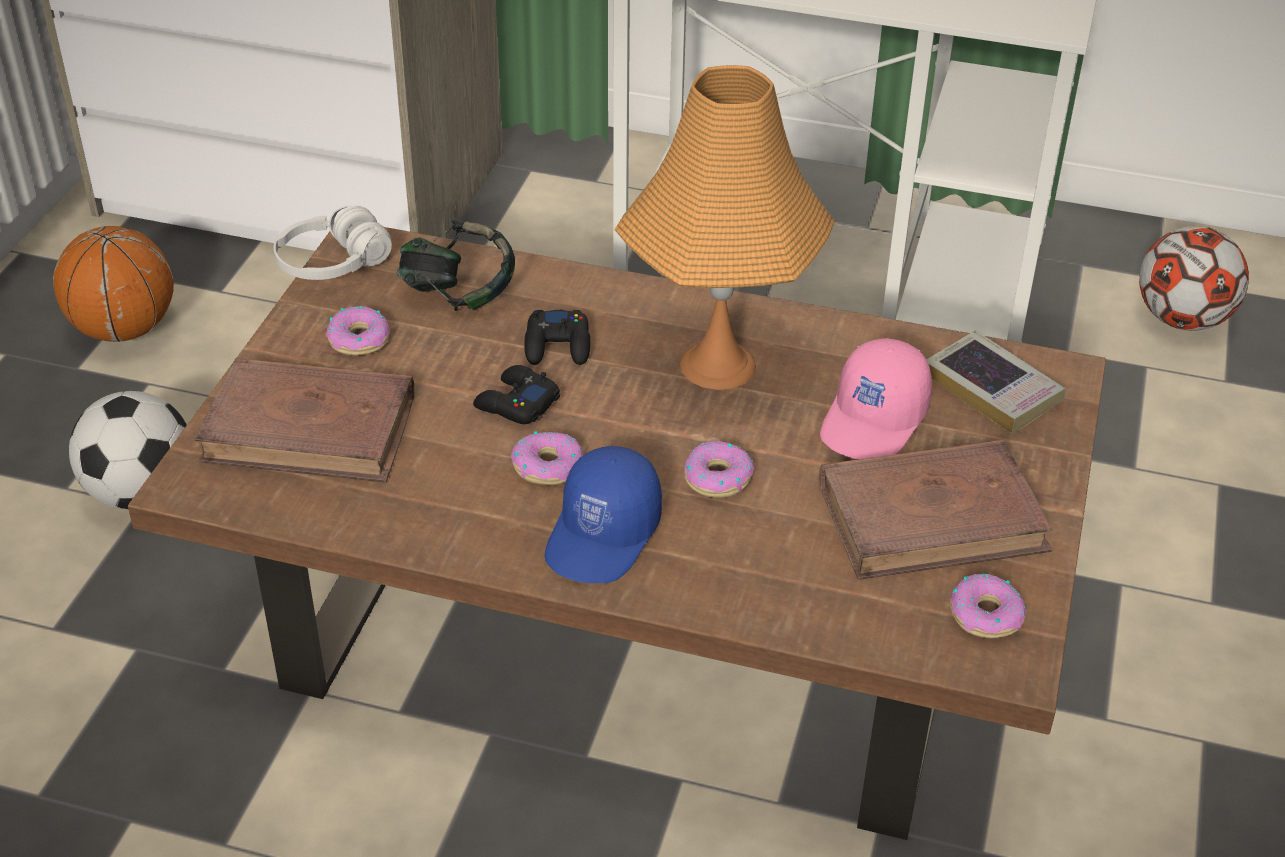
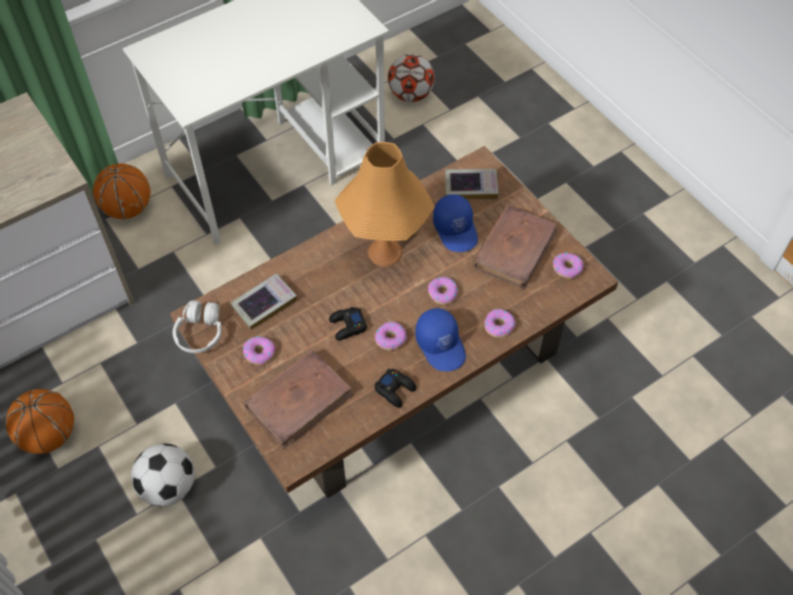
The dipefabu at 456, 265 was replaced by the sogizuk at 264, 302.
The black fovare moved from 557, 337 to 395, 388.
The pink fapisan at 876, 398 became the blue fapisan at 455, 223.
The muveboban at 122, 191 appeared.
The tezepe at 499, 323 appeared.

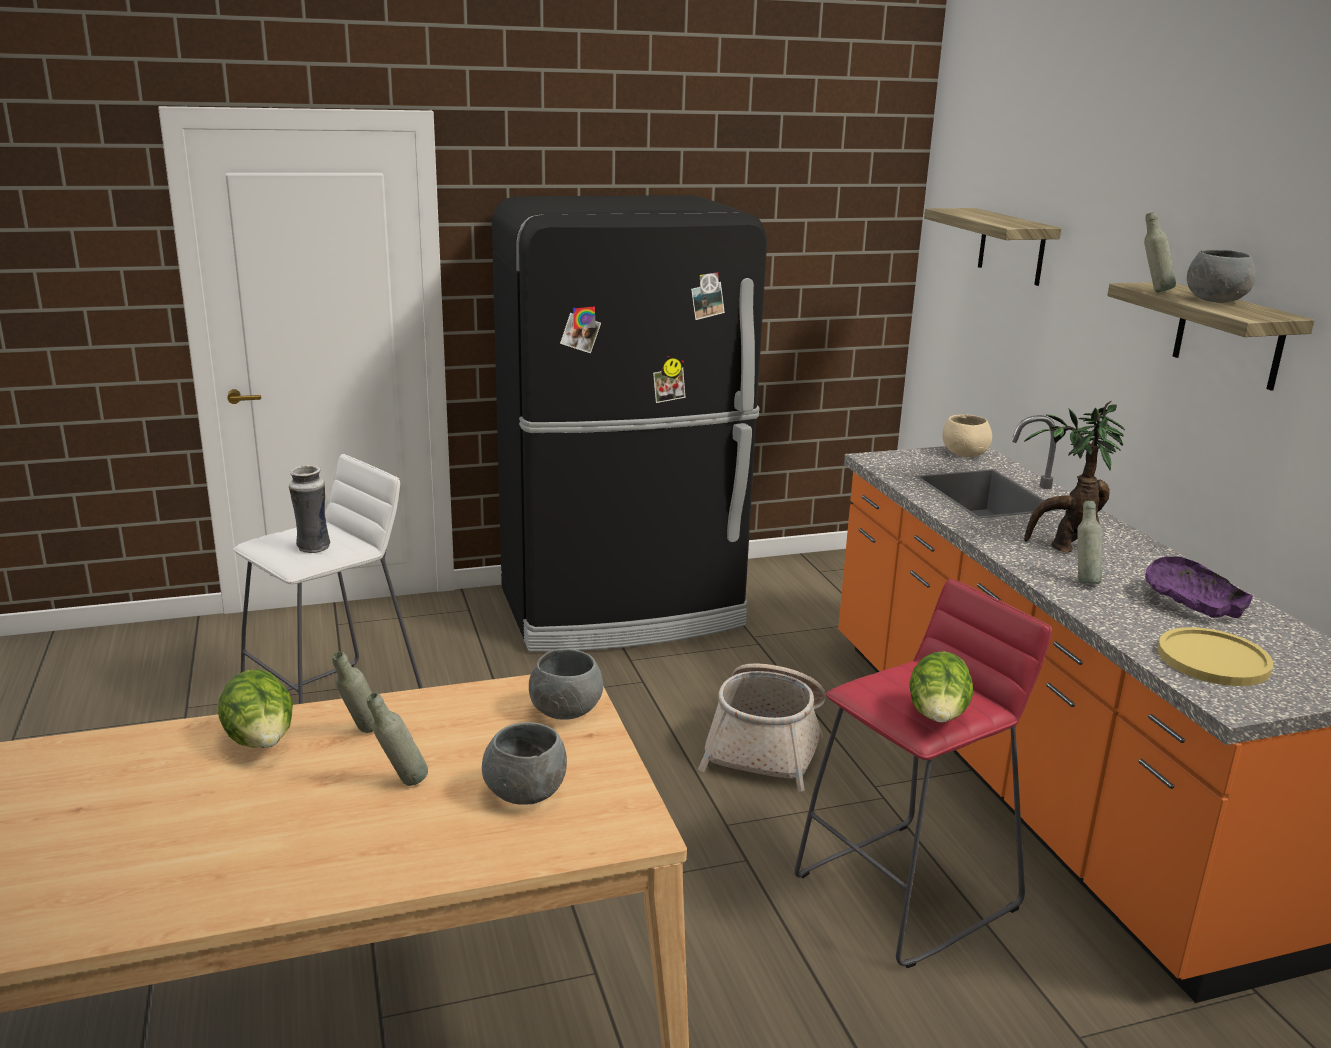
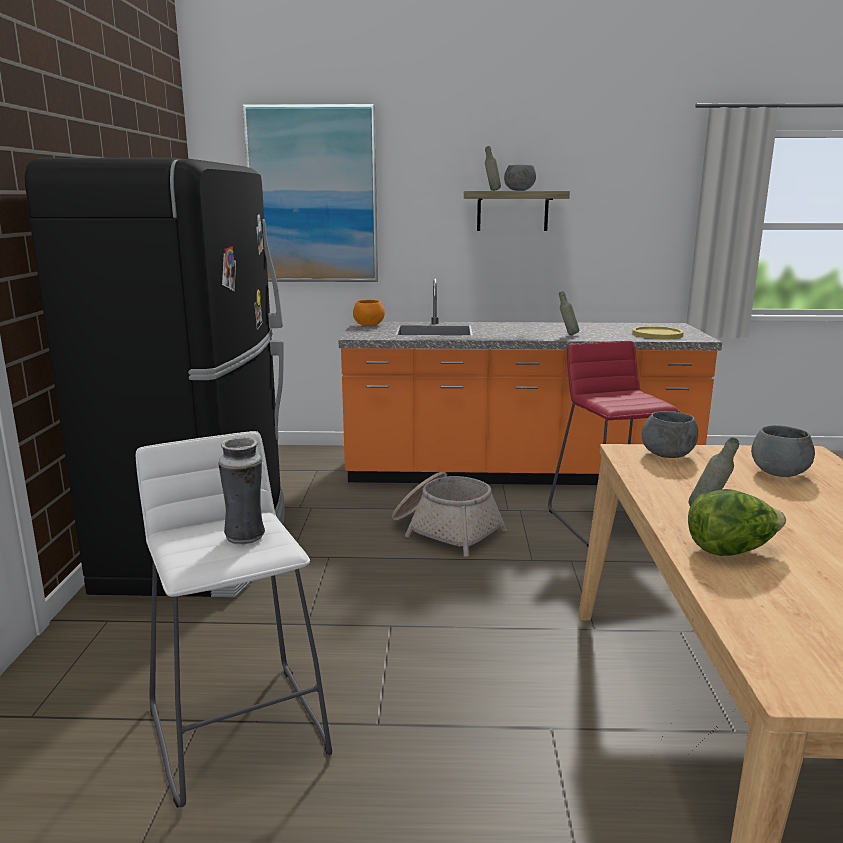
The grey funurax at 397, 739 disappeared.
The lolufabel at 941, 687 disappeared.
The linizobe at 992, 247 was replaced by the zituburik at 310, 193.
The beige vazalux at 967, 435 became the orange vazalux at 369, 313.
The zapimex at 1074, 476 disappeared.
The purple vazalux at 1199, 587 disappeared.

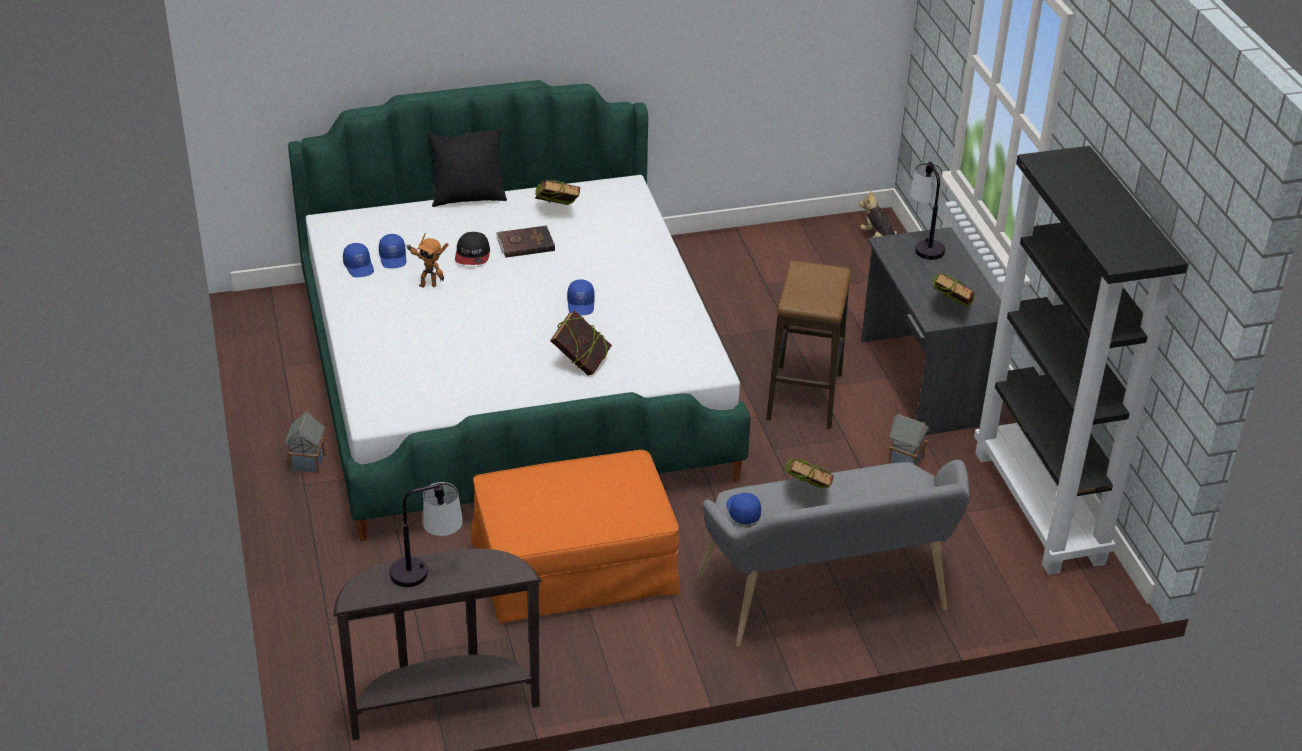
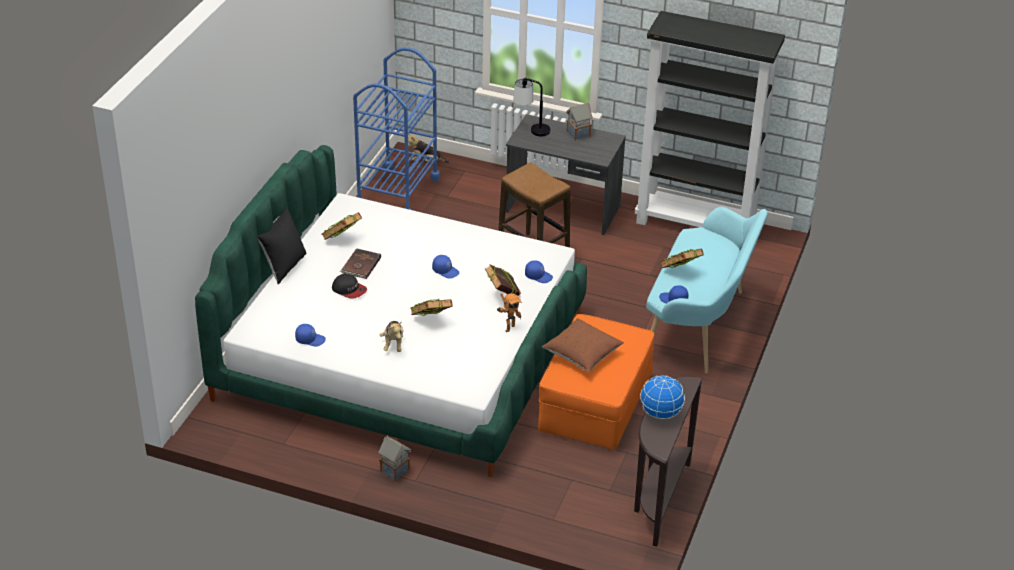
The blue fapisan moved from 392, 251 to 539, 271.
The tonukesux at 426, 534 was replaced by the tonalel at 662, 397.
The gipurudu moved from 427, 260 to 509, 311.
The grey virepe at 833, 553 became the turquoise virepe at 707, 290.
The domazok moved from 909, 439 to 579, 121.
The sogizuk moved from 954, 290 to 431, 307.
The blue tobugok at 396, 128 appeared.
The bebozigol at 391, 336 appeared.
The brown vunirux at 583, 345 appeared.

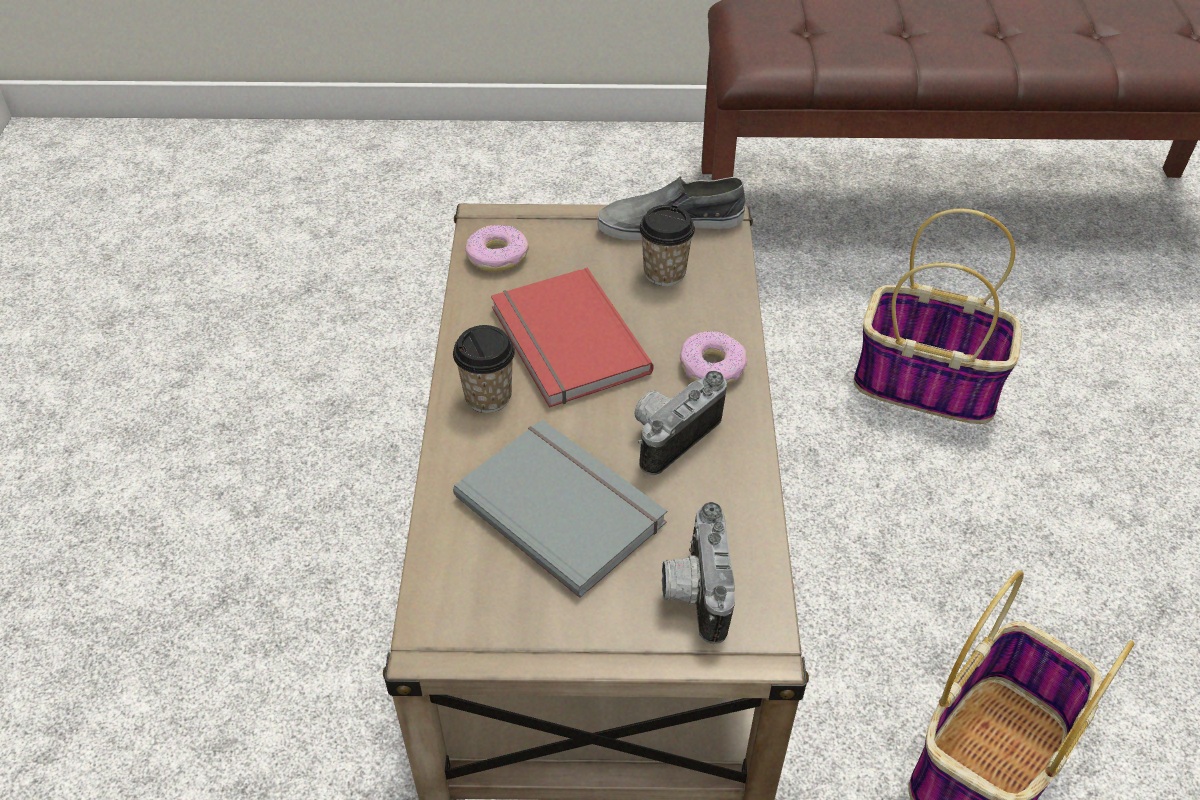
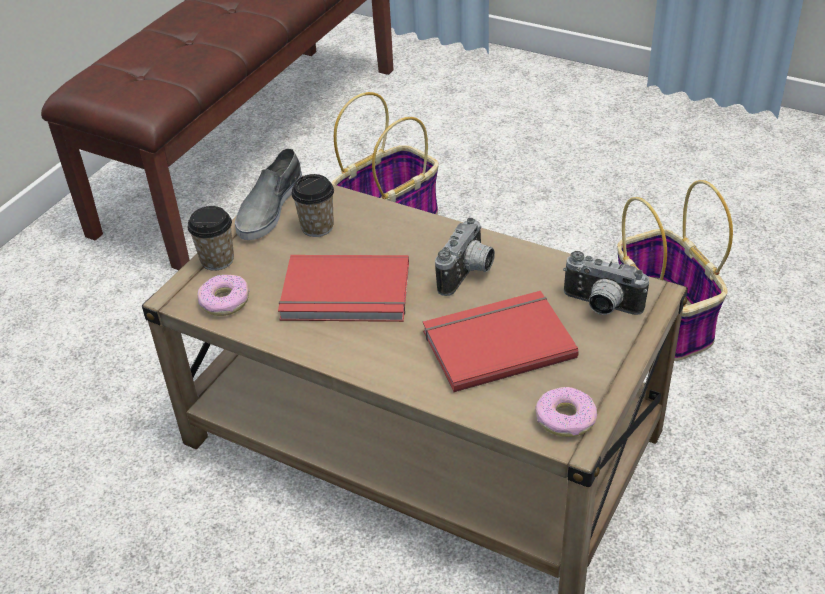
The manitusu moved from 484, 369 to 211, 238.
The grey sogizuk at 560, 509 became the red sogizuk at 501, 341.
The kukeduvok at 680, 423 turned 135 degrees counterclockwise.
The tezepe moved from 713, 358 to 566, 412.

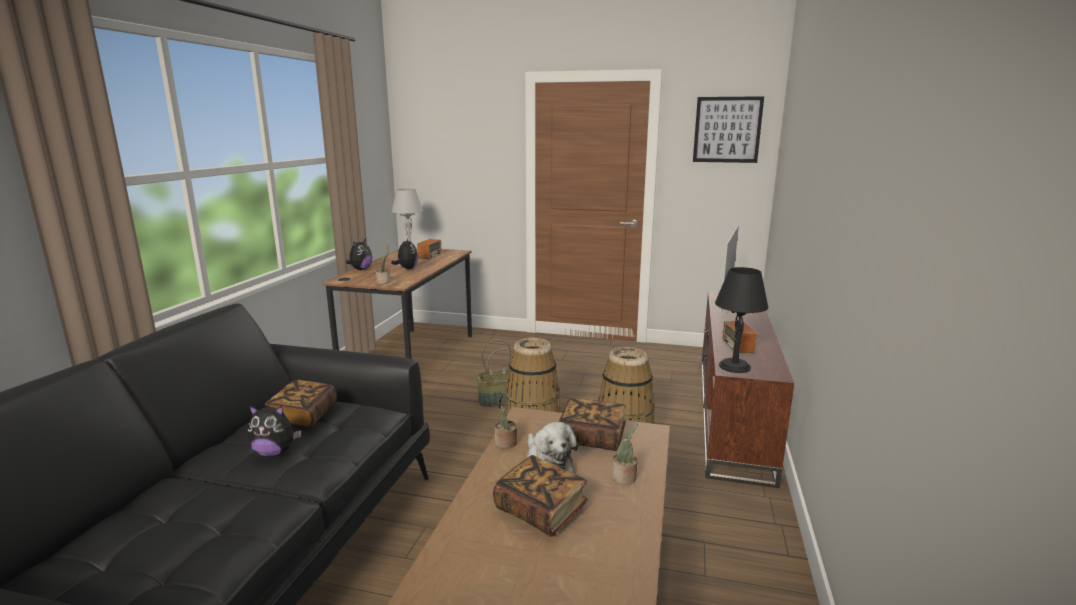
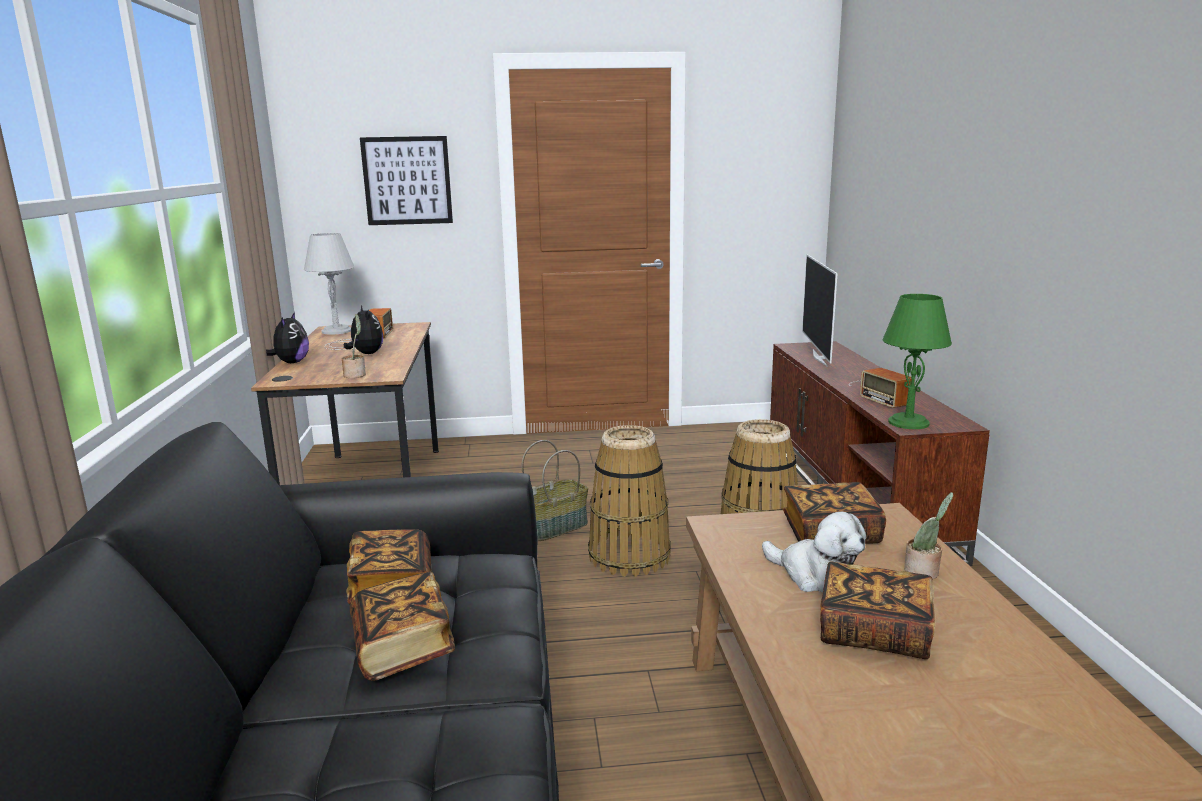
The bebozigol at 274, 431 was replaced by the sogizuk at 402, 626.
The zapimex at 506, 421 disappeared.
The zituburik moved from 728, 129 to 406, 180.
The black tonukesux at 741, 320 became the green tonukesux at 917, 361.

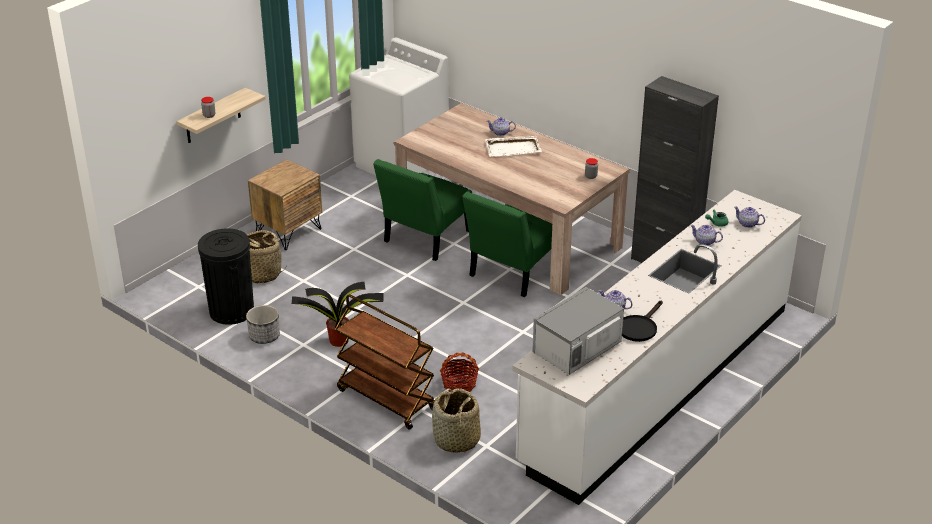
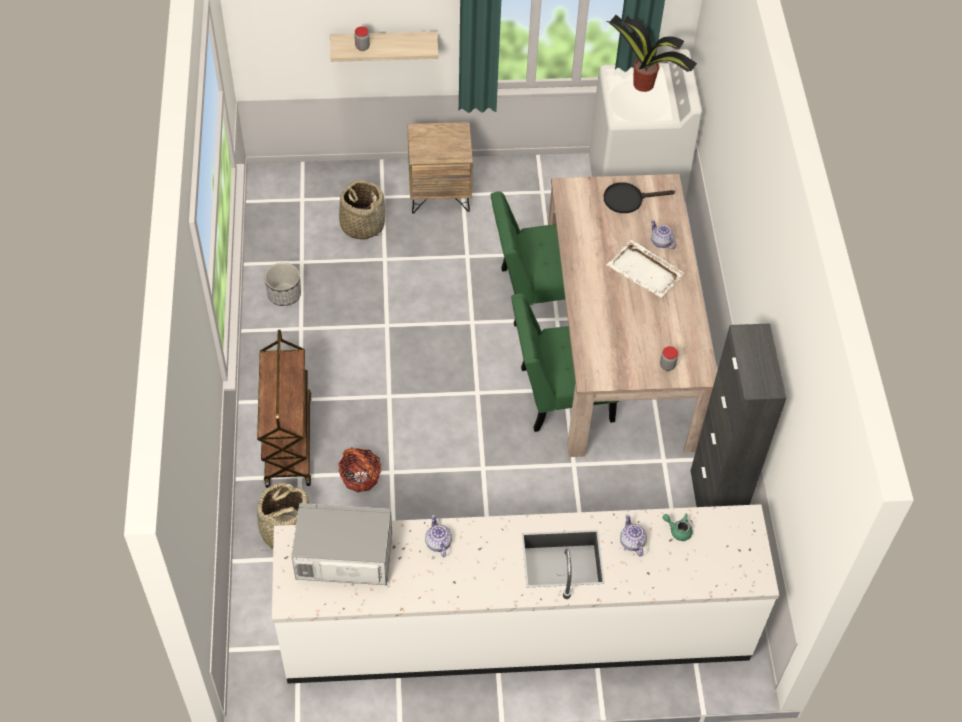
The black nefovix at 226, 276 disappeared.
The zapimex moved from 337, 314 to 652, 53.
The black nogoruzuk moved from 642, 321 to 639, 197.
The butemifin at 749, 217 disappeared.

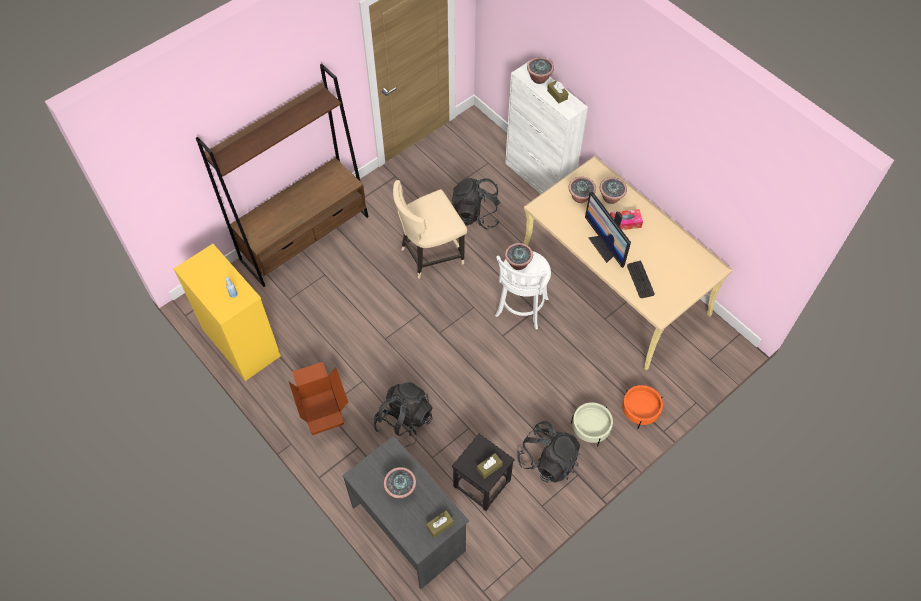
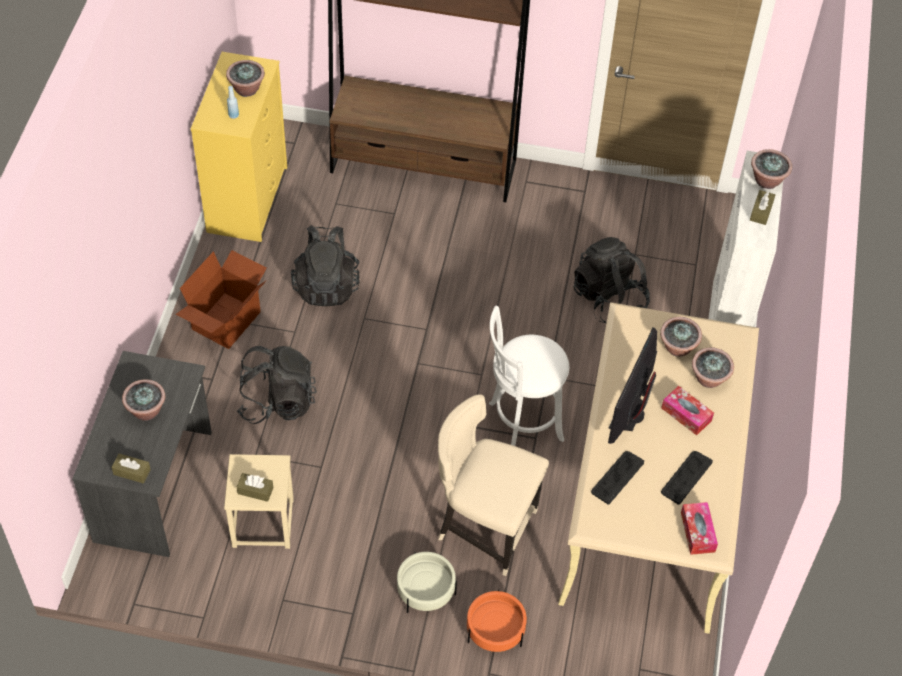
The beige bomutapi moved from 430, 229 to 493, 485.
The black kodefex at 483, 472 became the beige kodefex at 259, 501.
The zapimex moved from 519, 256 to 245, 78.
The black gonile moved from 548, 452 to 325, 265.
The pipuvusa at 687, 478 appeared.
The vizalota at 699, 528 appeared.

